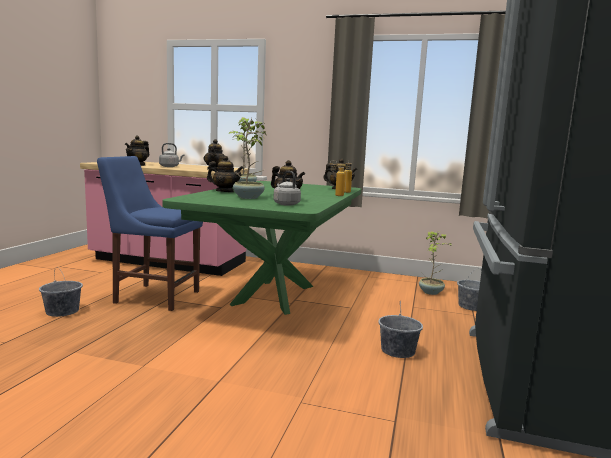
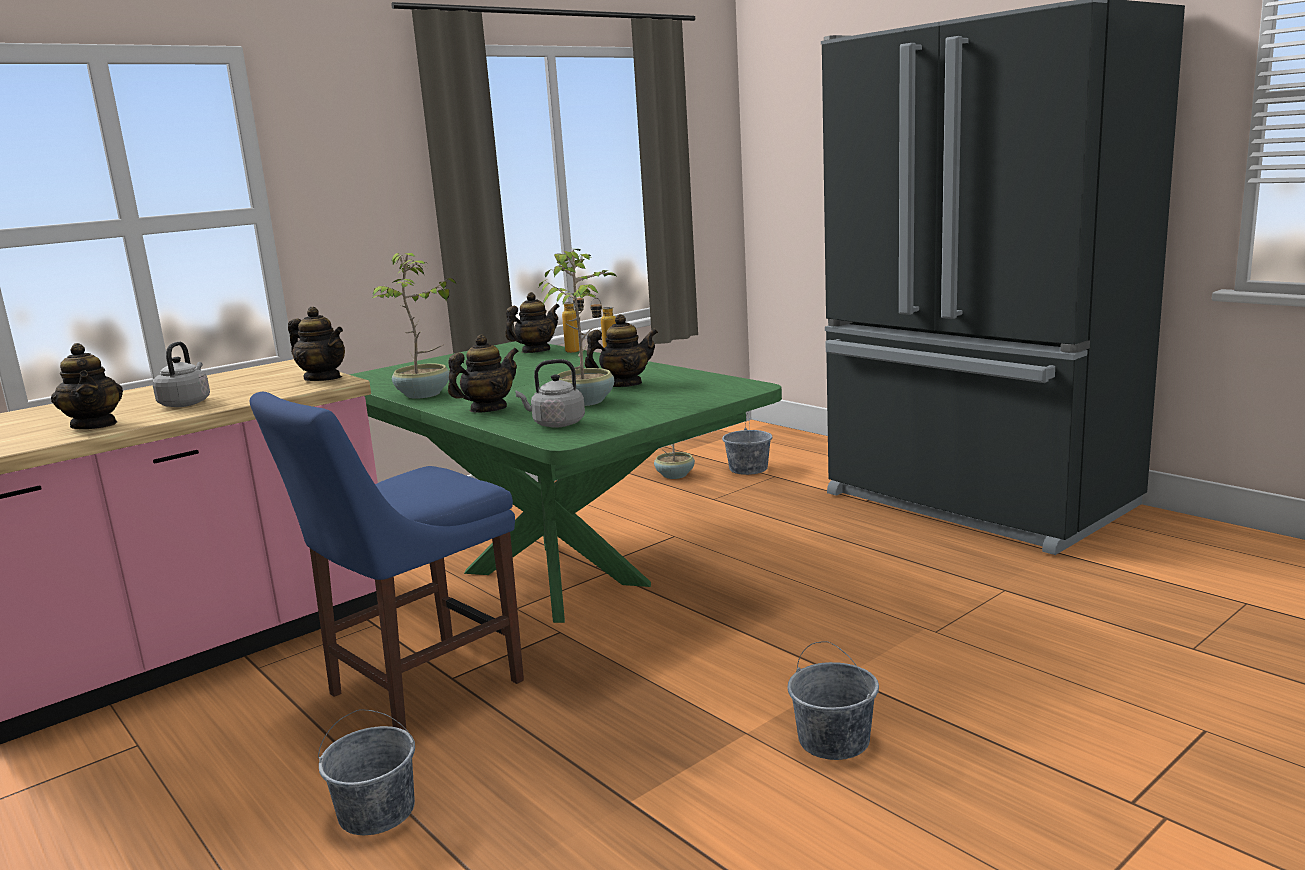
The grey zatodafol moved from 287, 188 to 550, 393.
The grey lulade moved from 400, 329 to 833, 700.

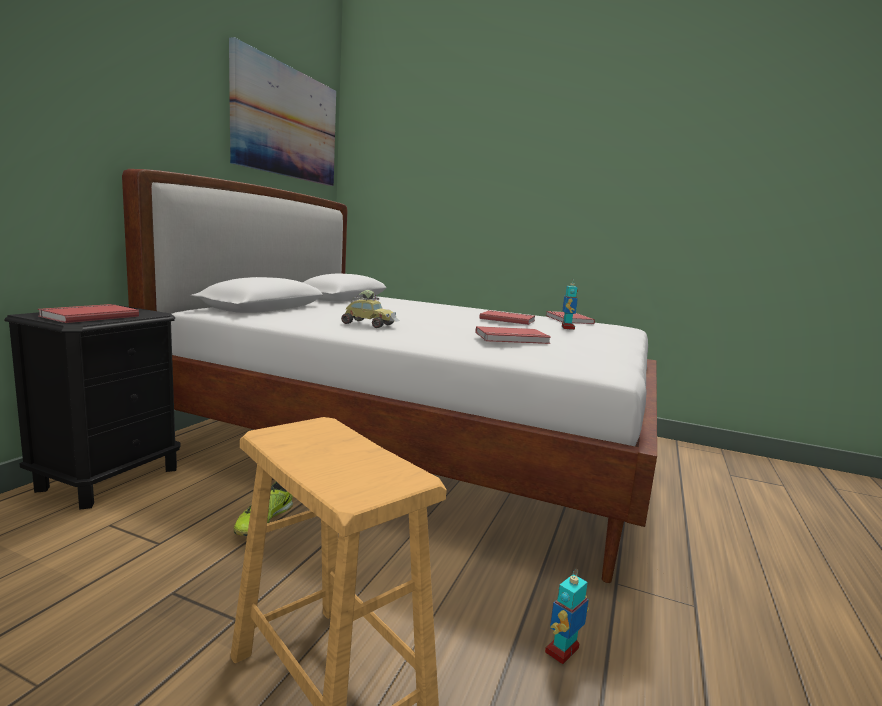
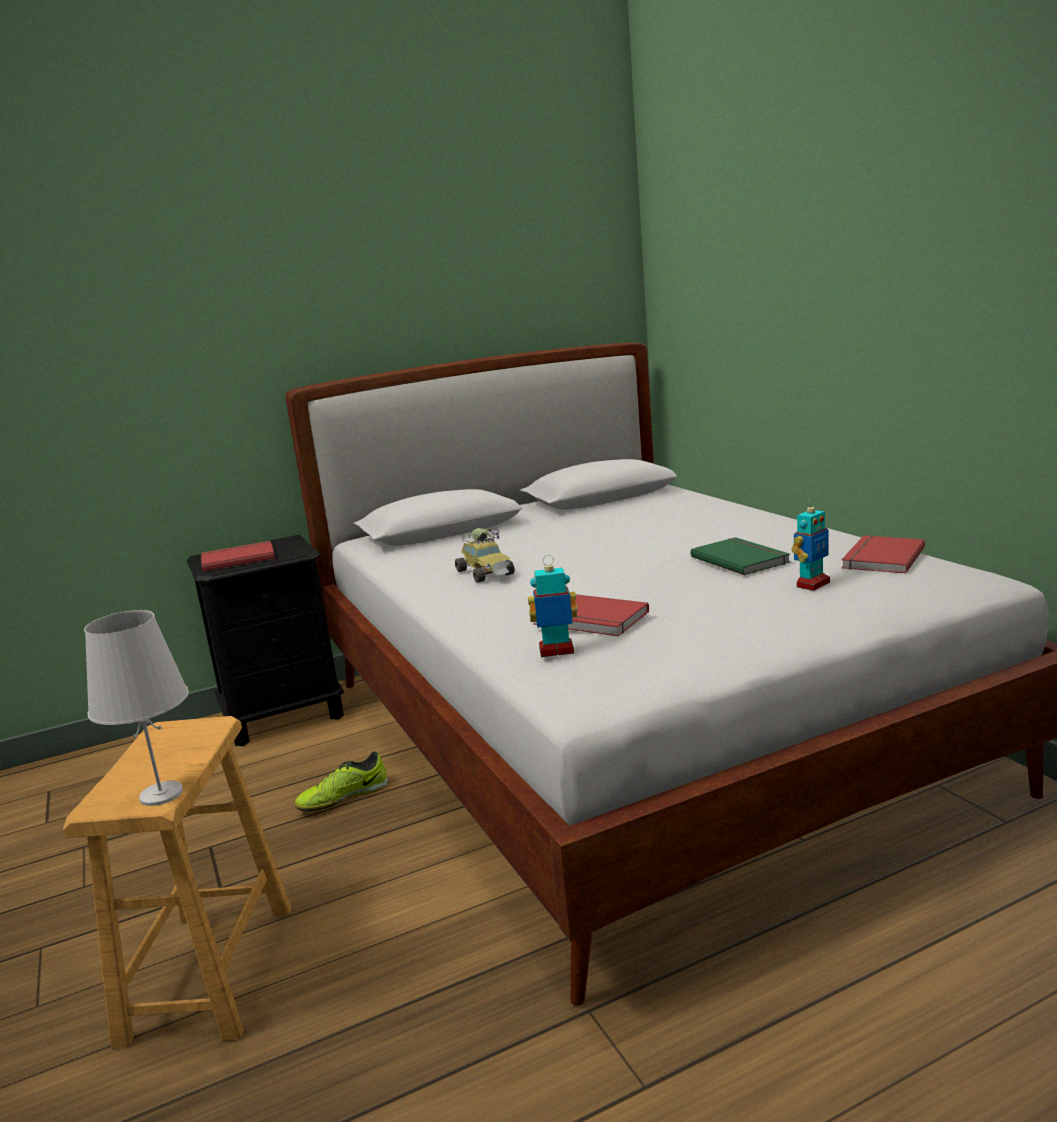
The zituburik at 282, 111 disappeared.
The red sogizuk at 507, 317 became the green sogizuk at 740, 556.
The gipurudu moved from 567, 616 to 552, 606.
The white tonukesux at 136, 708 appeared.

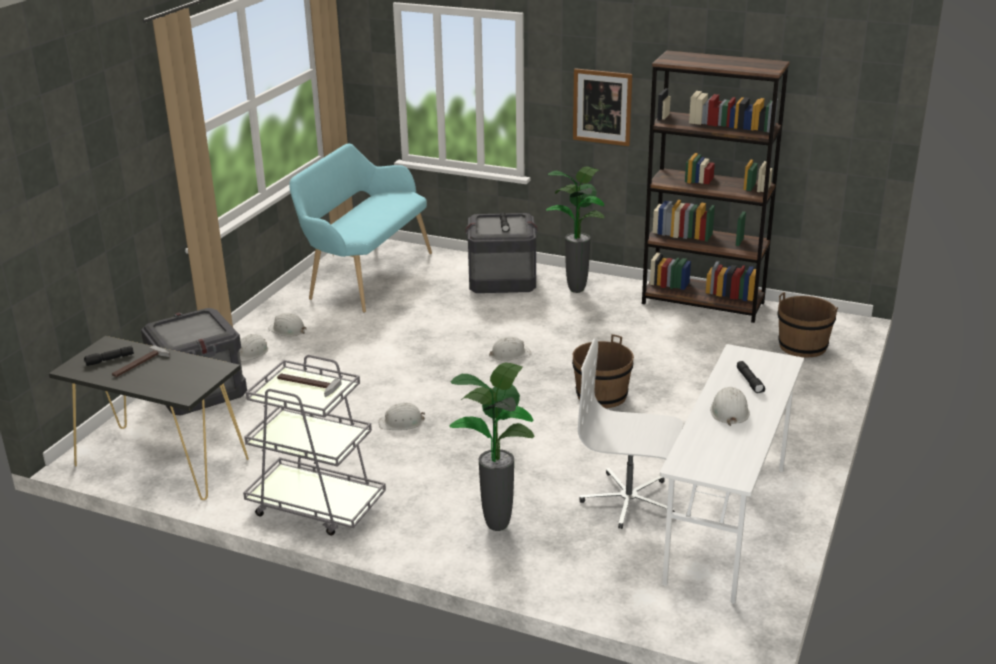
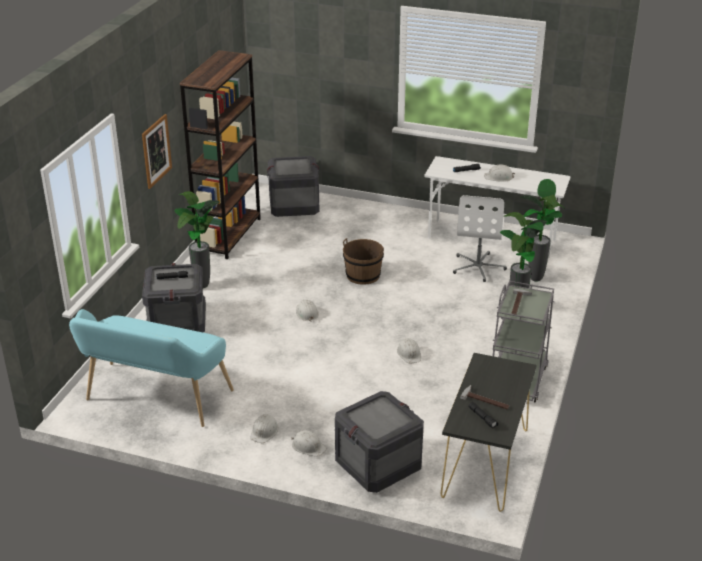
The brown lulade at 807, 324 was replaced by the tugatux at 293, 186.
The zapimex at 542, 230 appeared.

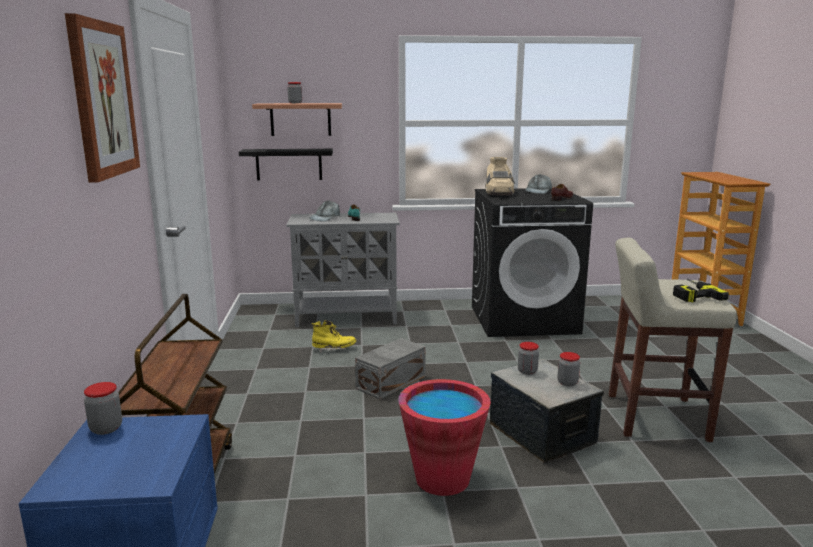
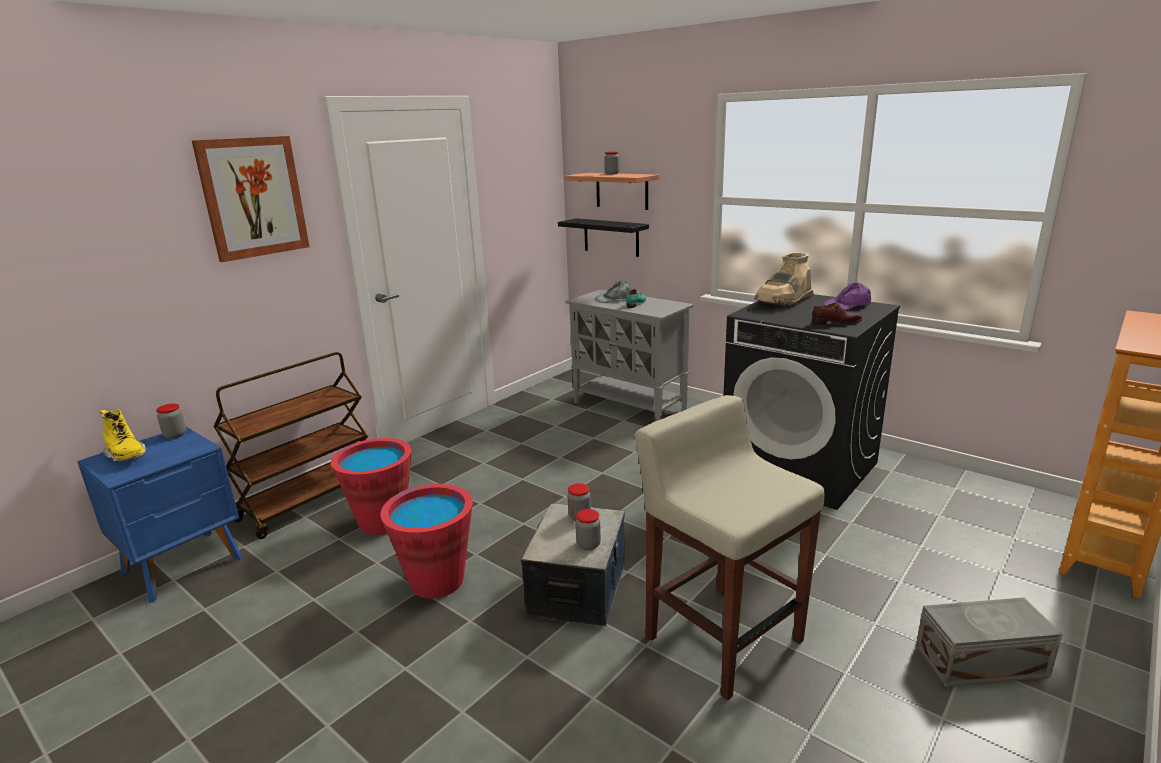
The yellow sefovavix moved from 333, 336 to 123, 435.
The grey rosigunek moved from 390, 369 to 989, 642.
The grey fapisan at 538, 184 became the purple fapisan at 847, 296.
The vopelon at 701, 290 disappeared.
The red lulade at 371, 486 appeared.

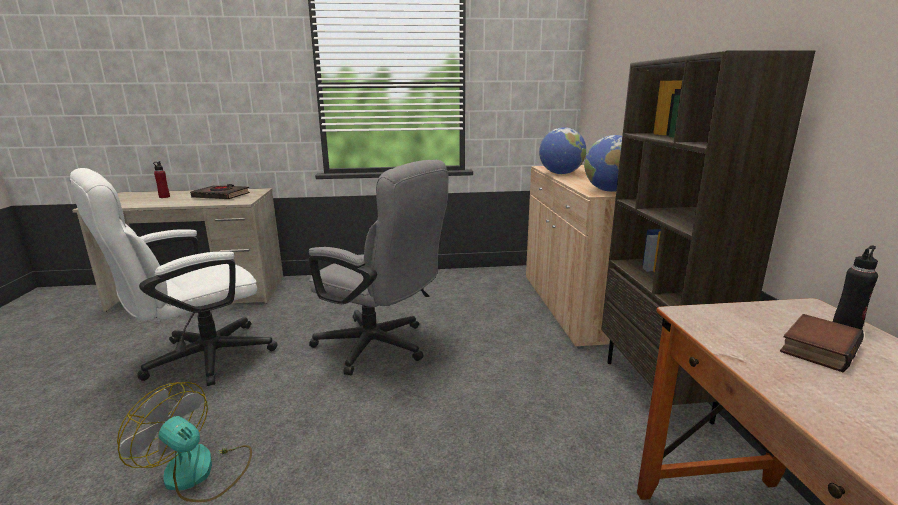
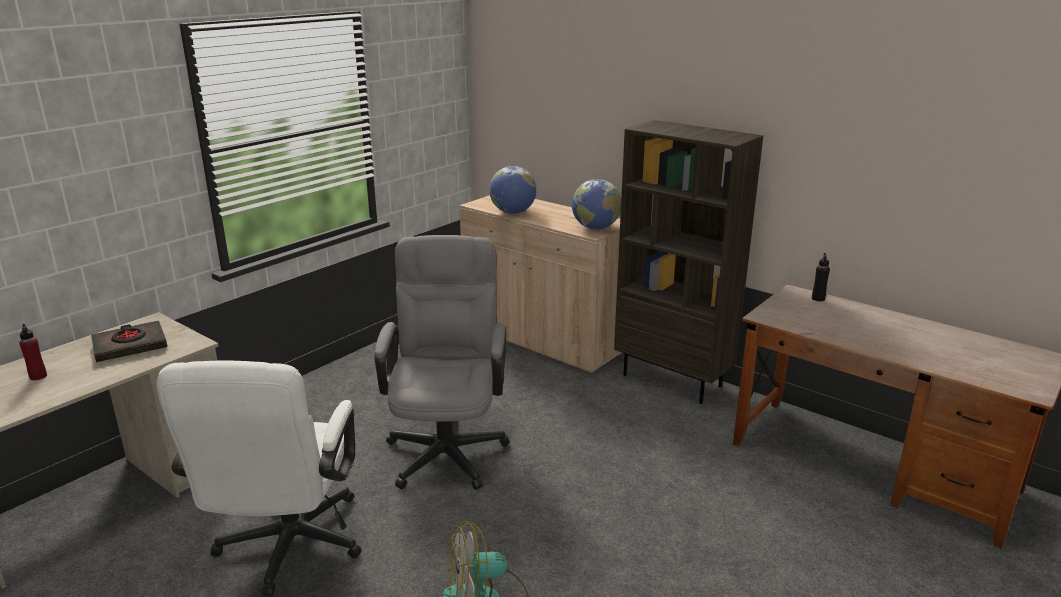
The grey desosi at 378, 267 turned 75 degrees counterclockwise.
The sogizuk at 822, 343 disappeared.

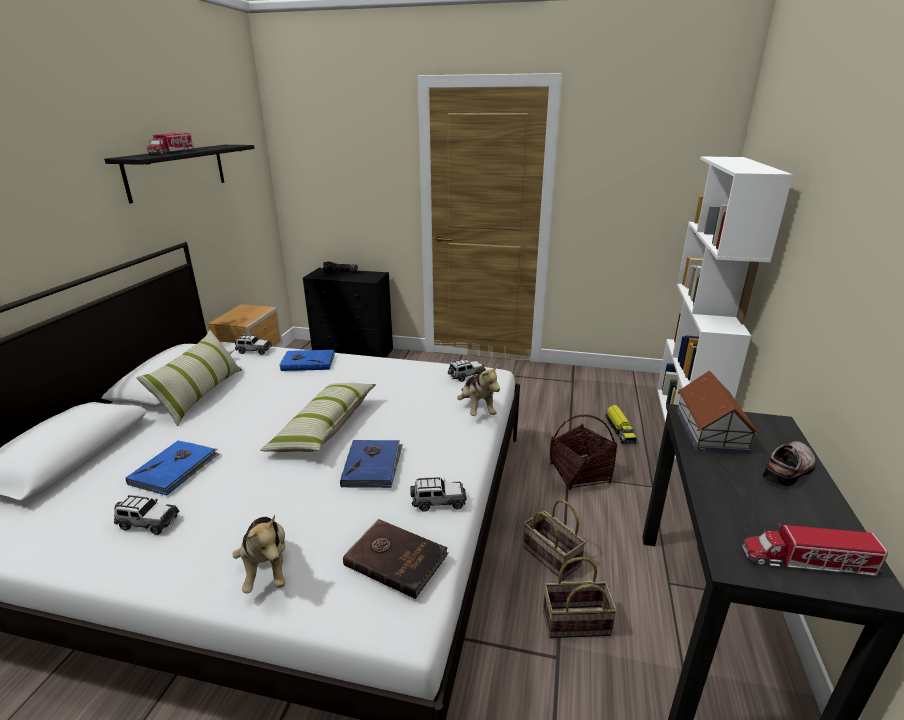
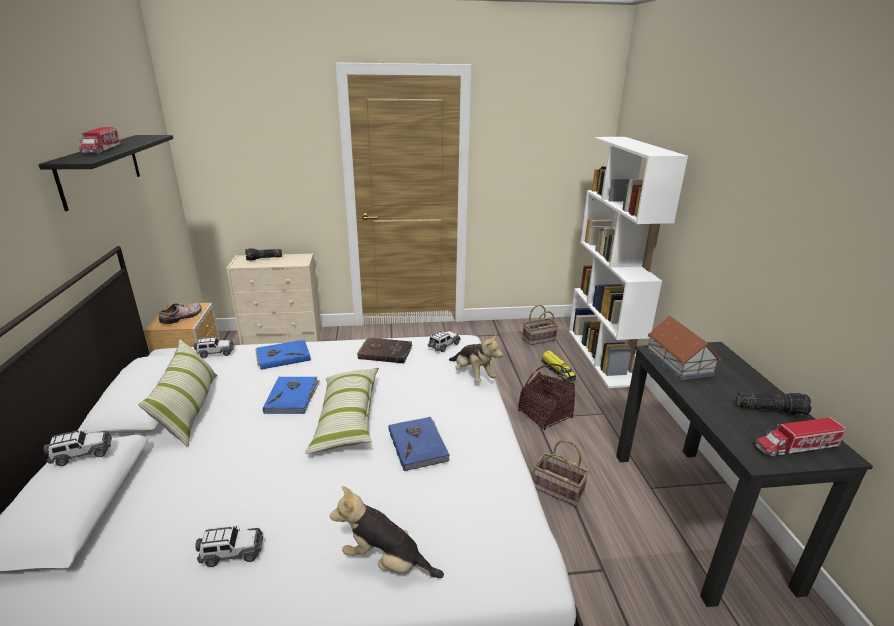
The blue sogizuk moved from 172, 467 to 291, 395.
The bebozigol at 258, 554 turned 150 degrees clockwise.
The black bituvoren at 348, 313 became the beige bituvoren at 273, 299.
The brown sogizuk moved from 396, 559 to 385, 350.
The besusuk moved from 438, 494 to 78, 448.
The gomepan moved from 580, 597 to 540, 325.
The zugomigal moved from 789, 463 to 180, 313.
The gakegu at 774, 404 appeared.

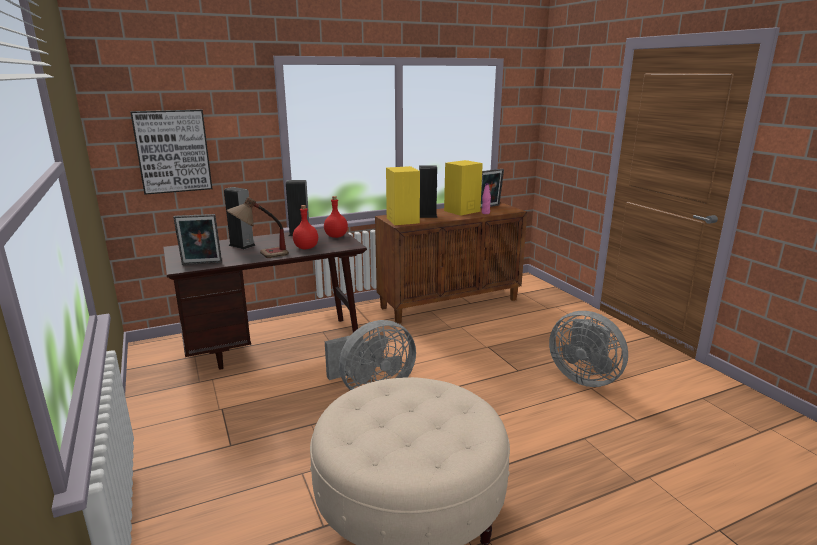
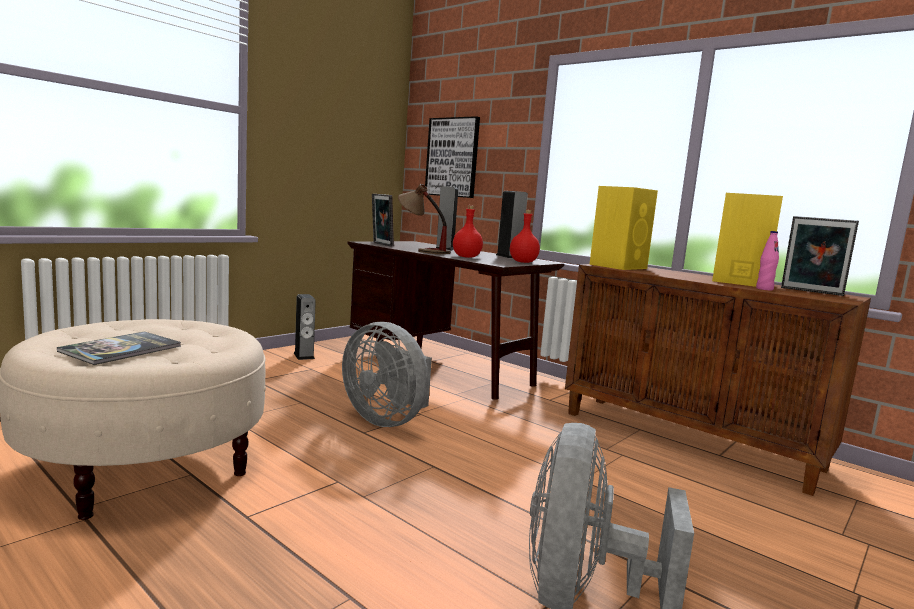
The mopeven moved from 428, 192 to 305, 327.
The sogizuk at 119, 348 appeared.

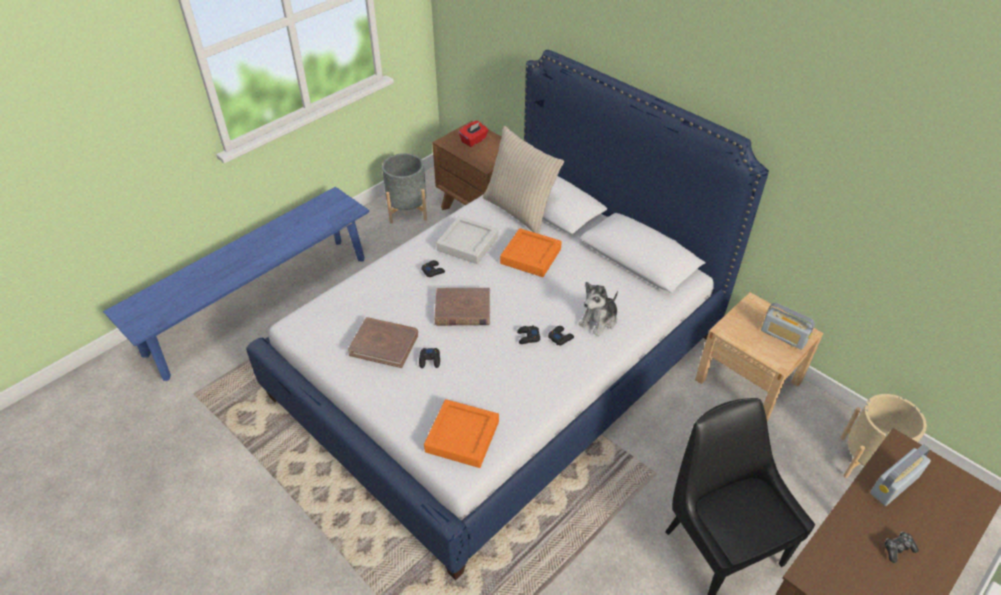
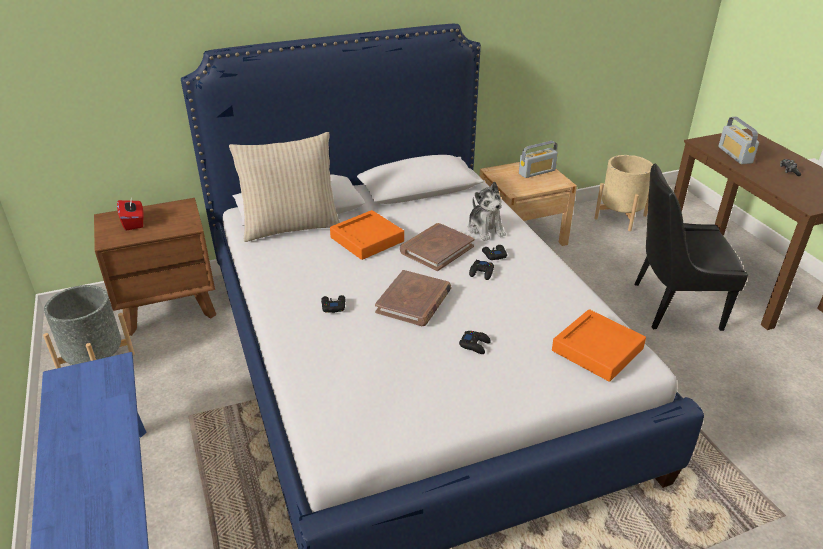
The brown sogizuk moved from 383, 342 to 437, 247.
The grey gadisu at 467, 240 disappeared.

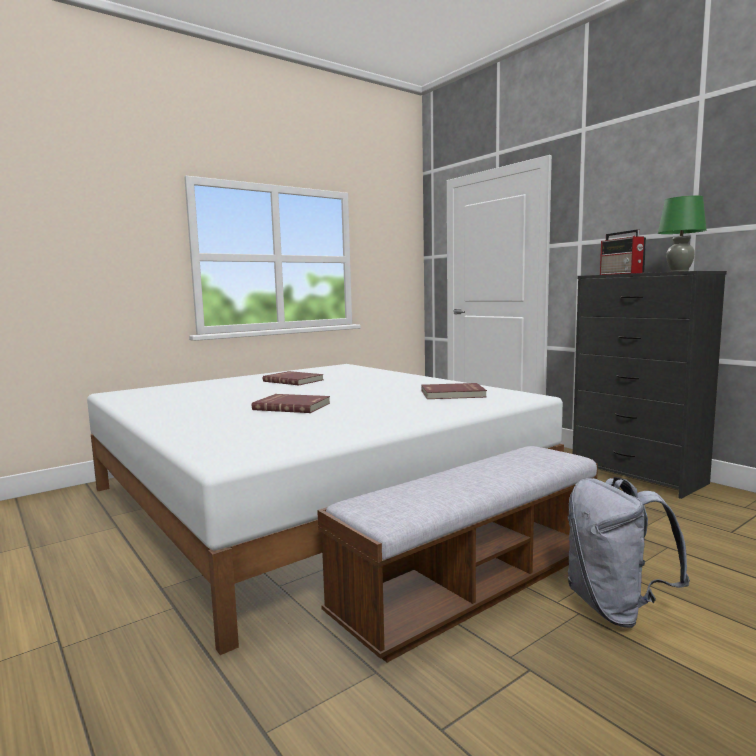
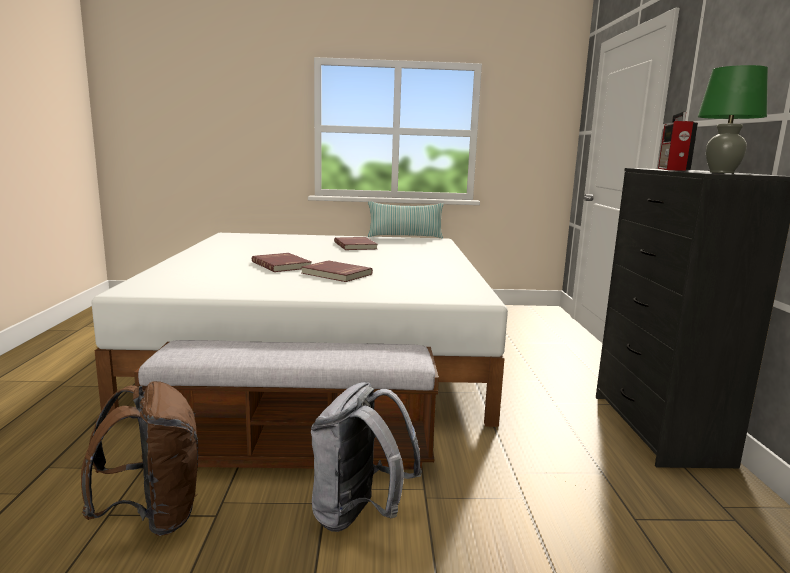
The red sogizuk moved from 454, 391 to 337, 271.
The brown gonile at 139, 458 appeared.
The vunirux at 406, 219 appeared.

